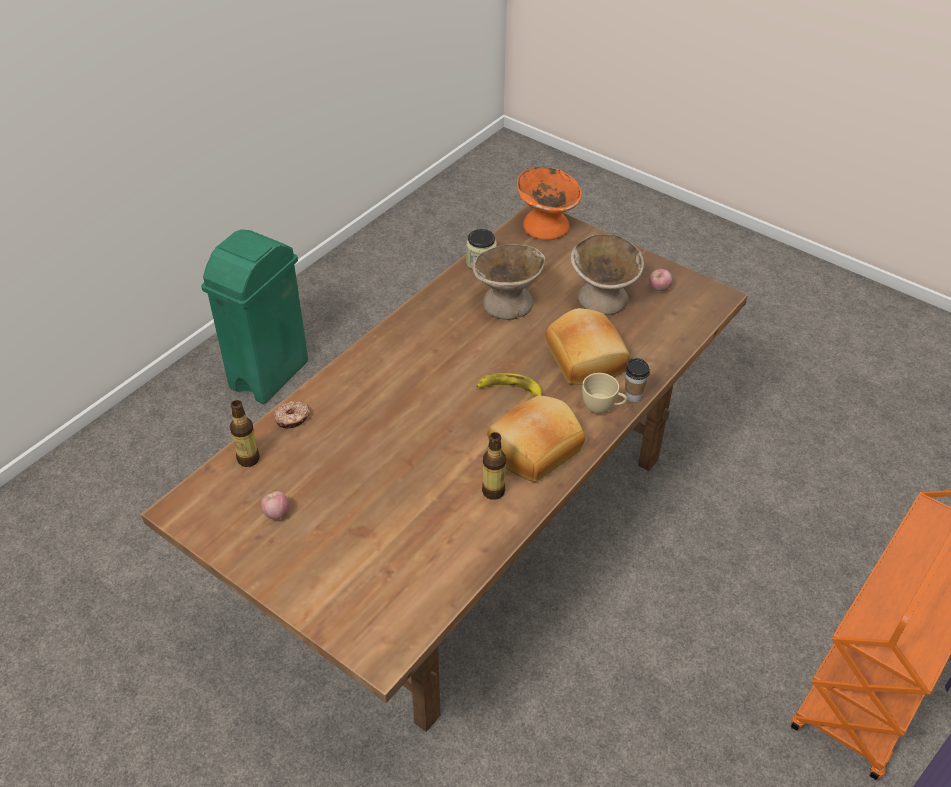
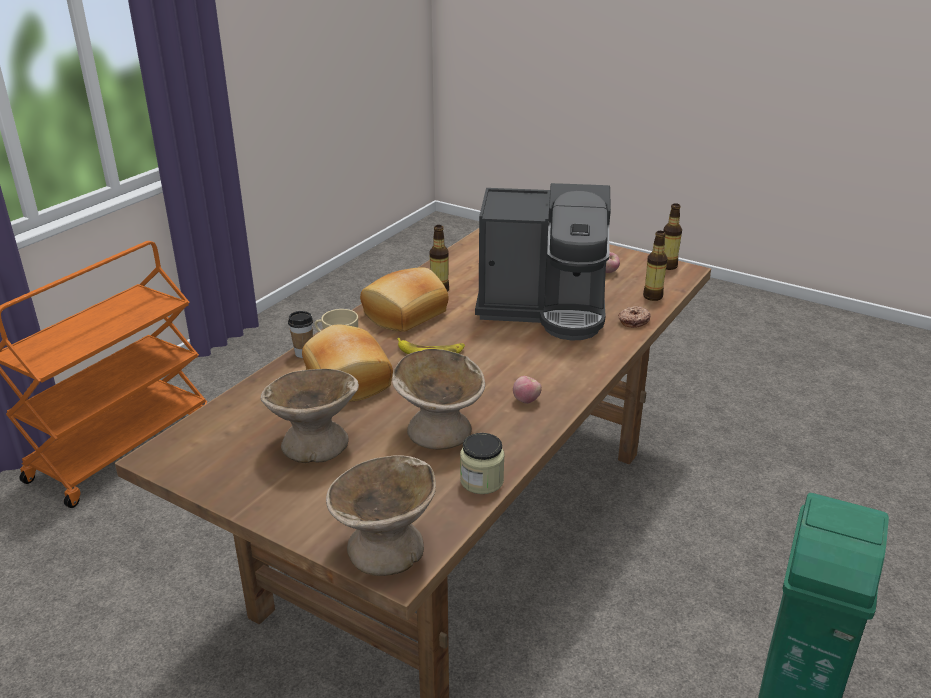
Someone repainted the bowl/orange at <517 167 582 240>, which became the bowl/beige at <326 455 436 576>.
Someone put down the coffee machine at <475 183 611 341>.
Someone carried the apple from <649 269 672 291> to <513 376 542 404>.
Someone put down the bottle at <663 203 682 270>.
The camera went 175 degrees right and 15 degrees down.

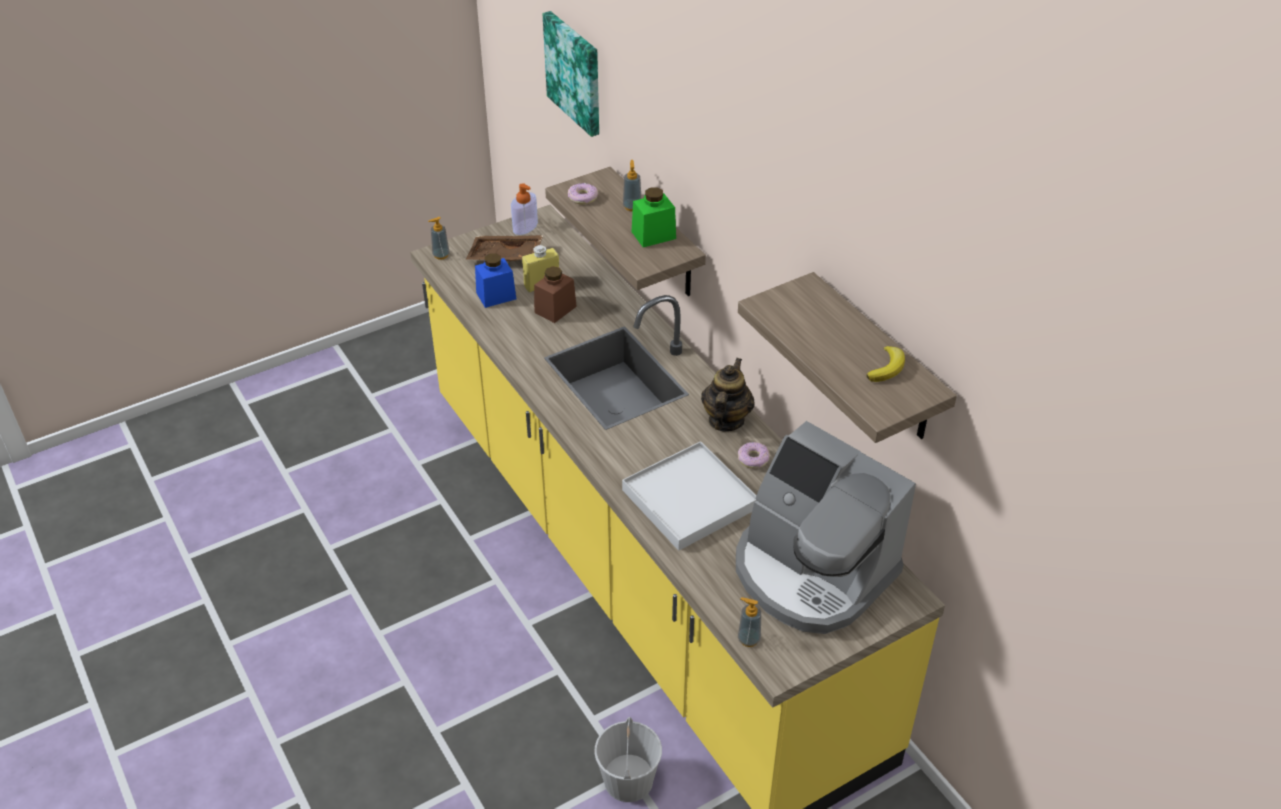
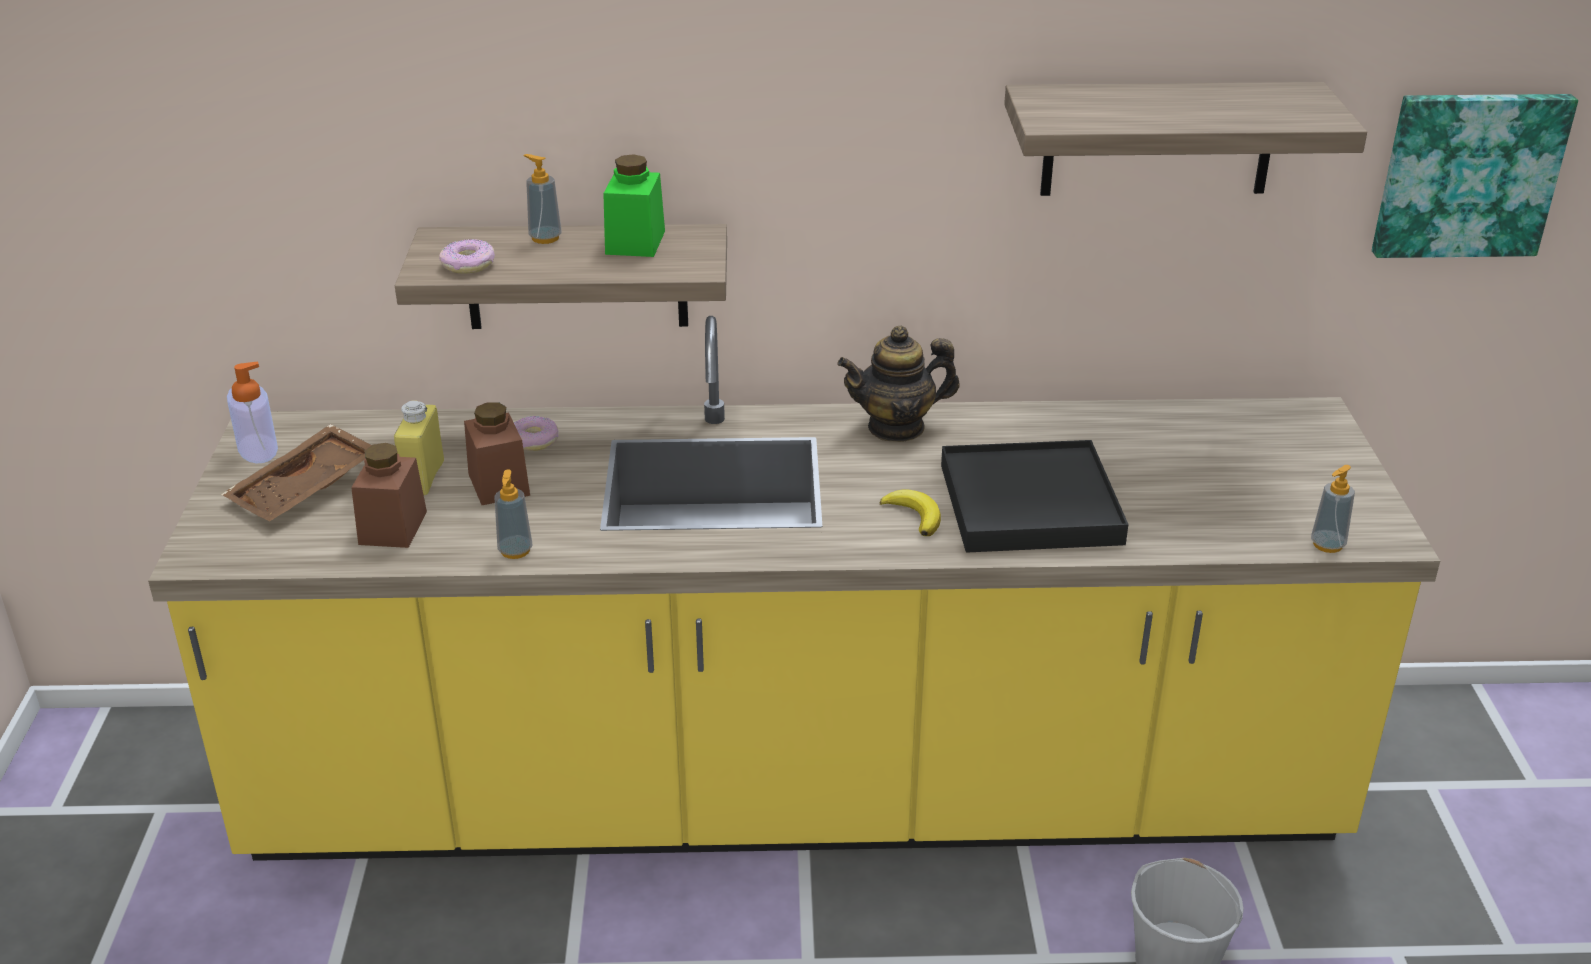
Someone repainted the jar/blue at <475 253 516 308>, which became the jar/brown at <351 443 427 548>.
Someone carried the soap dispenser from <428 217 450 260> to <494 469 533 559>.
Someone carried the donut from <738 442 770 469> to <514 416 559 451>.
Someone rotated the teapot at <701 358 755 431> by 60 degrees counterclockwise.
Someone carried the banana from <866 346 905 382> to <880 490 941 536>.
Someone repainted the tray/white at <622 441 756 551>, which became the tray/black at <941 440 1128 553>.
Someone carried the picture from <542 11 599 137> to <1372 94 1578 258>.
Someone took away the coffee machine at <736 421 916 634>.
The camera went 60 degrees left and 10 degrees down.

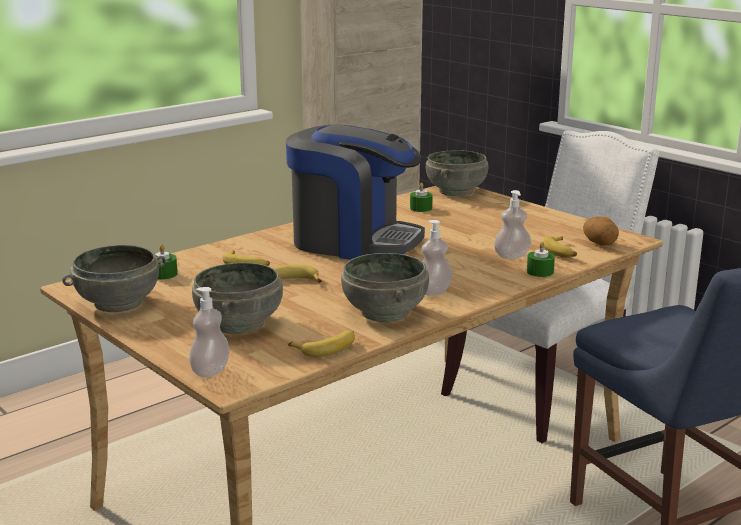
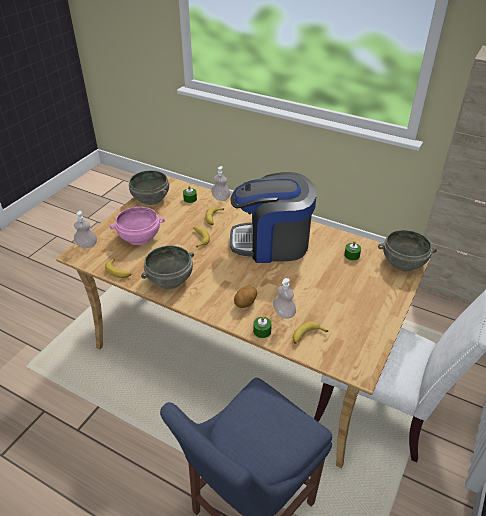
Someone repainted the bowl/grey at <192 263 283 334>, which became the bowl/pink at <110 207 165 245>.
Someone carried the soap dispenser from <421 220 453 296> to <211 166 230 201>.
Someone rotated the coffee machine at <286 124 425 260> by 90 degrees clockwise.
Someone carried the potato from <583 217 619 246> to <234 285 257 308>.
The camera went 70 degrees right and 20 degrees up.

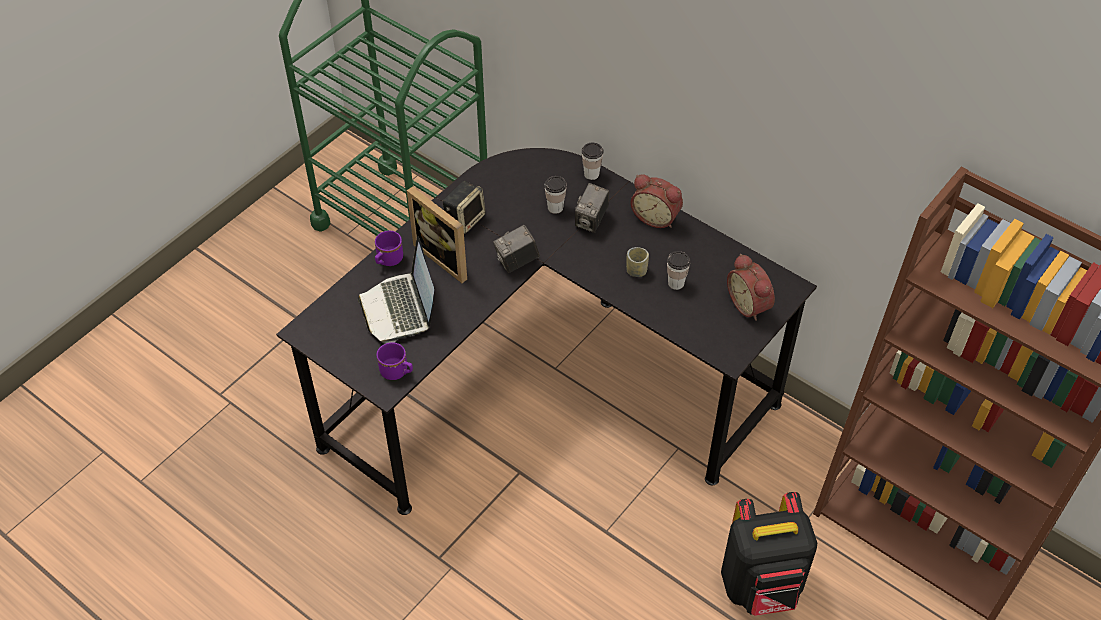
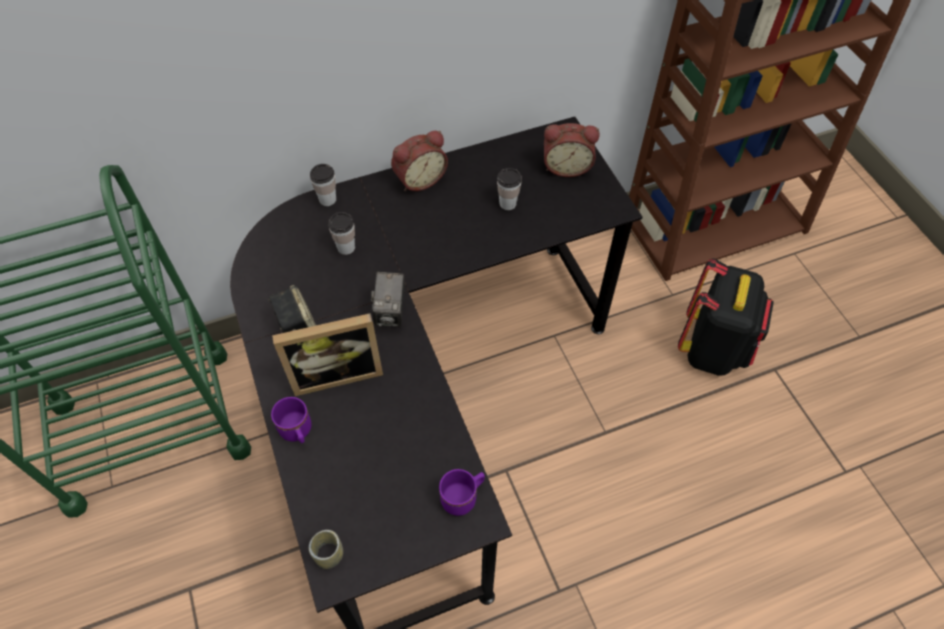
Someone carried the cup from <626 247 649 277> to <309 530 343 569>.
Someone took away the laptop at <358 236 434 344>.
Someone took away the photo camera at <575 183 609 233>.
The camera went 60 degrees left and 5 degrees up.

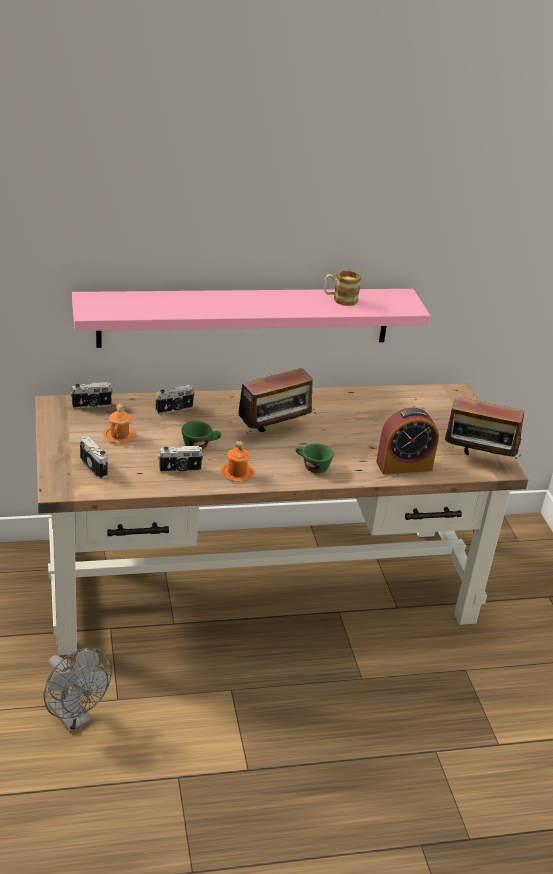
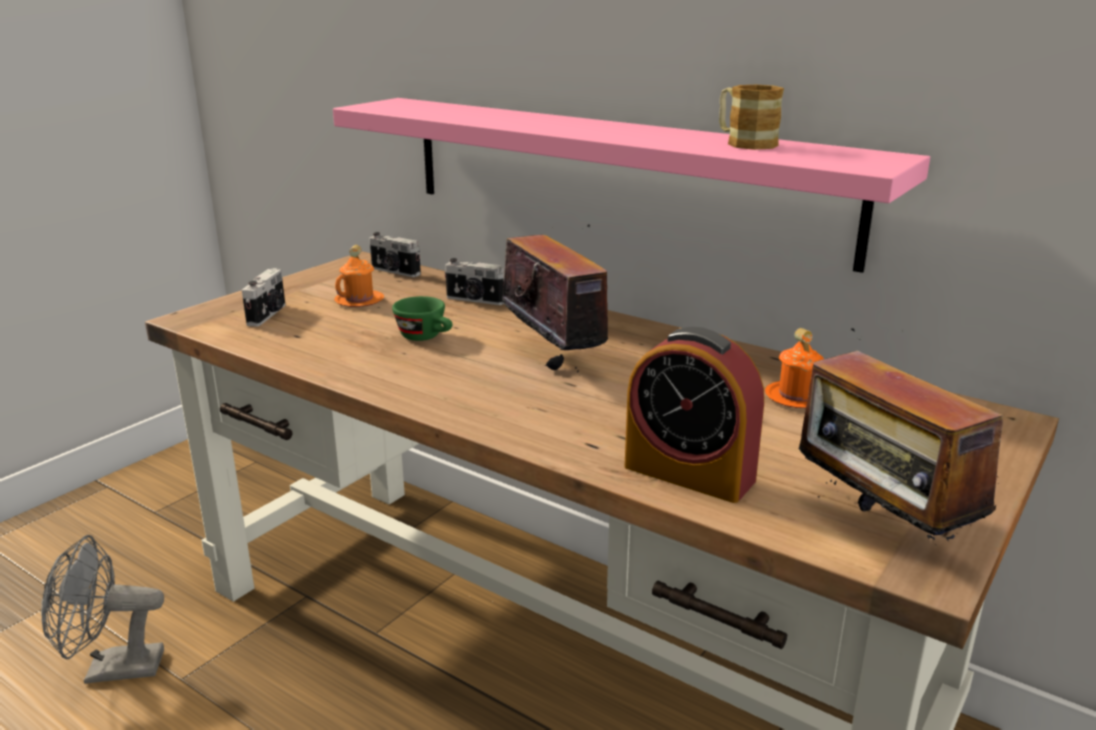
Someone rotated the fan/grey at <44 648 112 733> by 75 degrees clockwise.
Someone rotated the radio at <238 368 317 433> by 135 degrees counterclockwise.
Someone carried the mug/orange from <221 441 254 481> to <765 328 824 408>.
Someone took away the photo camera at <158 446 204 473>.
Someone took away the cup/green at <296 443 334 473>.
The camera went 50 degrees right and 10 degrees down.

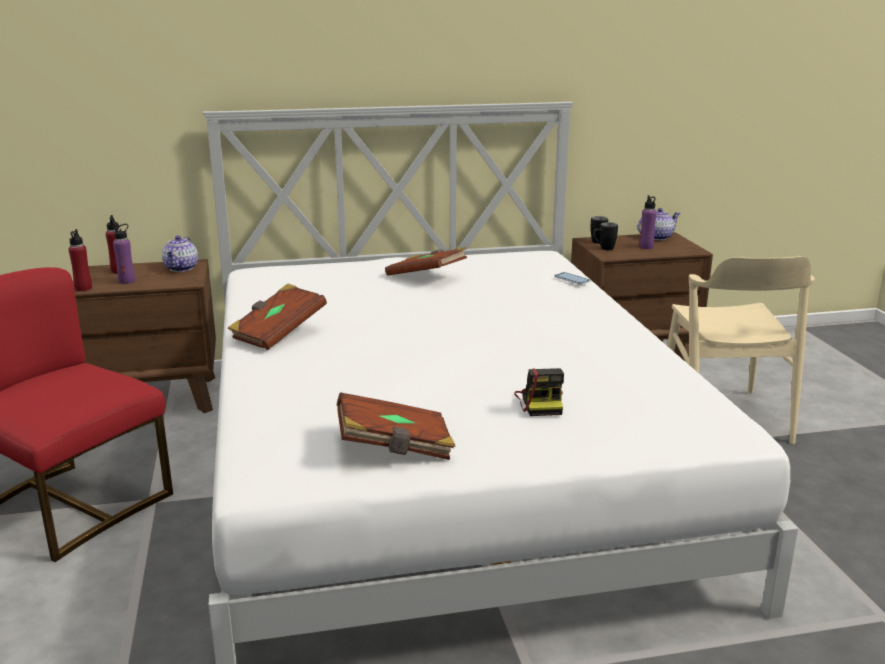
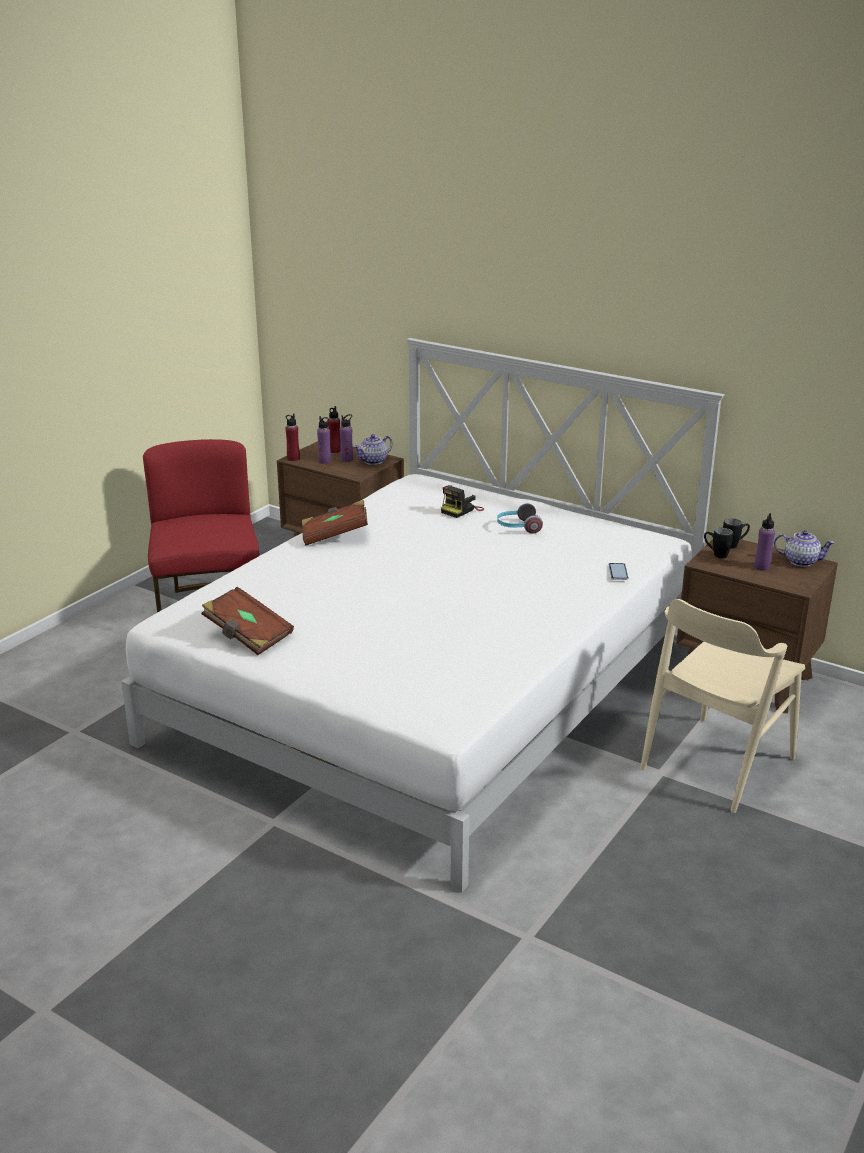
Someone put down the bottle/purple at <340 414 353 462>.
Someone carried the photo camera from <514 368 564 416> to <441 485 484 518>.
Someone swapped the book/brown at <385 247 467 276> for the headphones at <497 503 543 534>.
The camera went 45 degrees right and 5 degrees up.

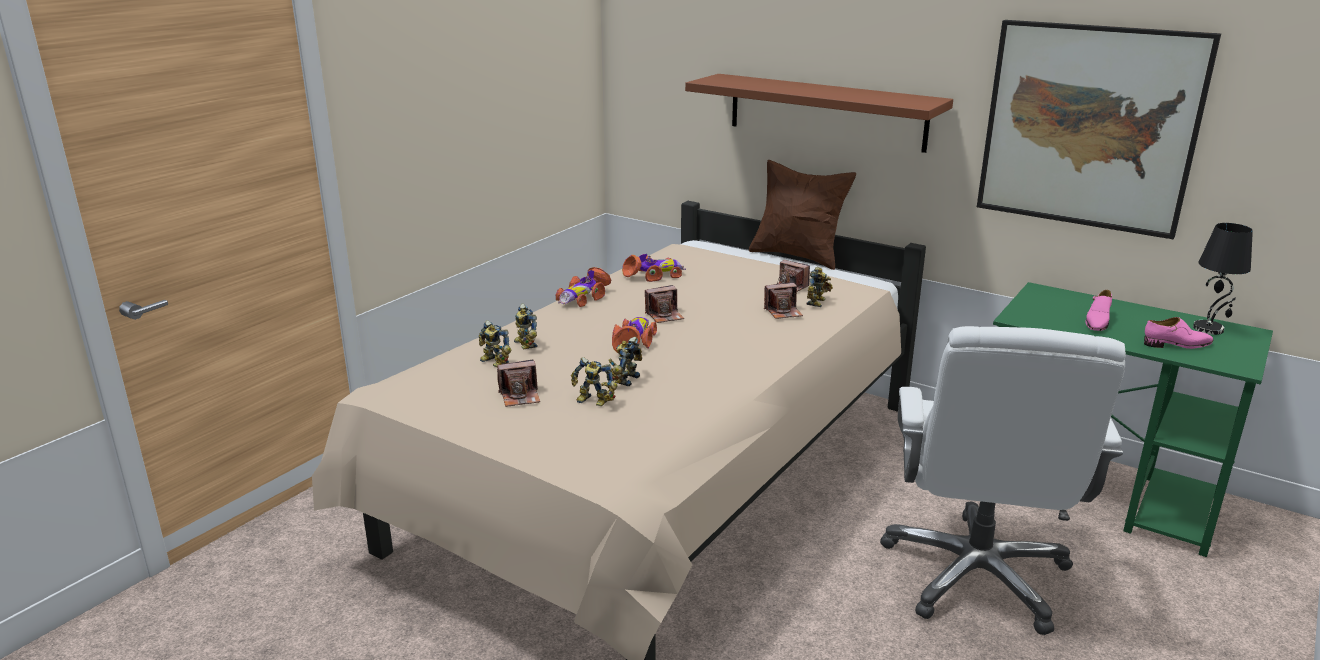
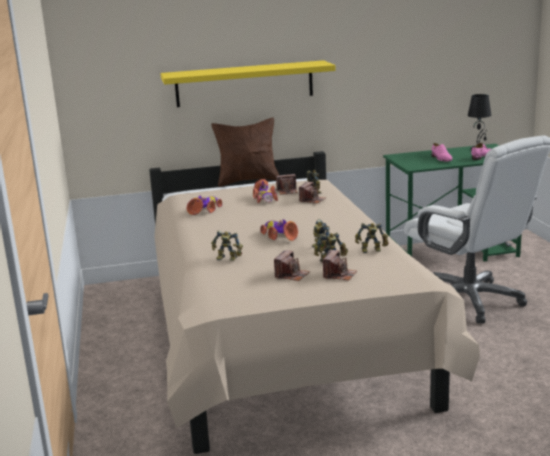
Someone repainted the shelf/brown at <685 74 953 153>, which became the shelf/yellow at <160 60 336 107>.
Someone carried the toy car from <556 267 611 307> to <253 179 278 203>.
Someone carried the photo camera from <645 285 684 323> to <323 250 357 281>.
Someone carried the toy robot from <479 320 511 367> to <355 223 389 253>.
Someone took away the picture at <977 20 1221 239>.
The camera went 45 degrees left and 5 degrees down.

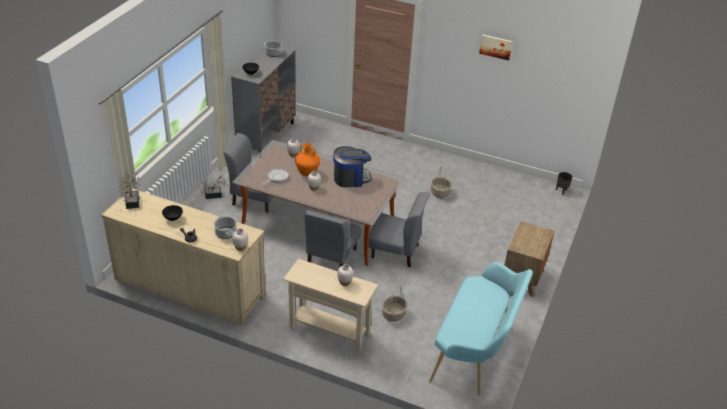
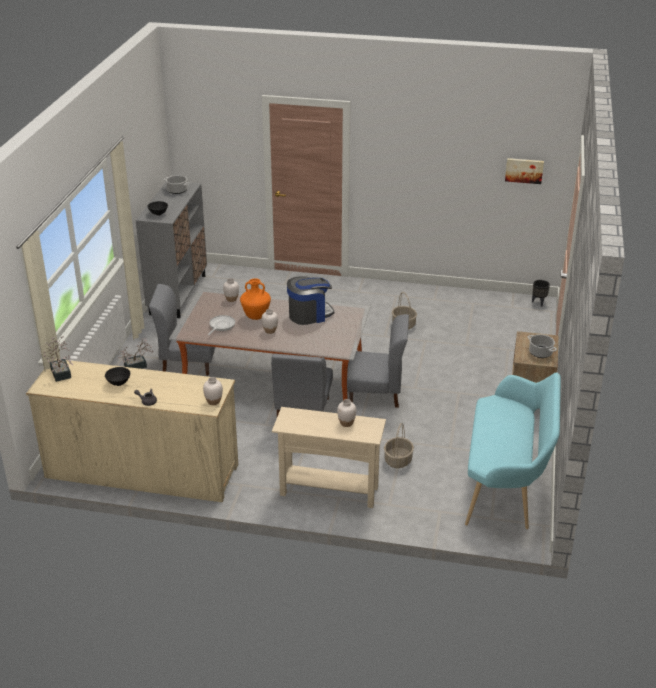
Someone carried the picture from <479 34 512 60> to <505 158 544 184>.
Someone carried the cooking pot from <214 216 237 239> to <528 334 557 358>.
The camera went 10 degrees left and 5 degrees down.

